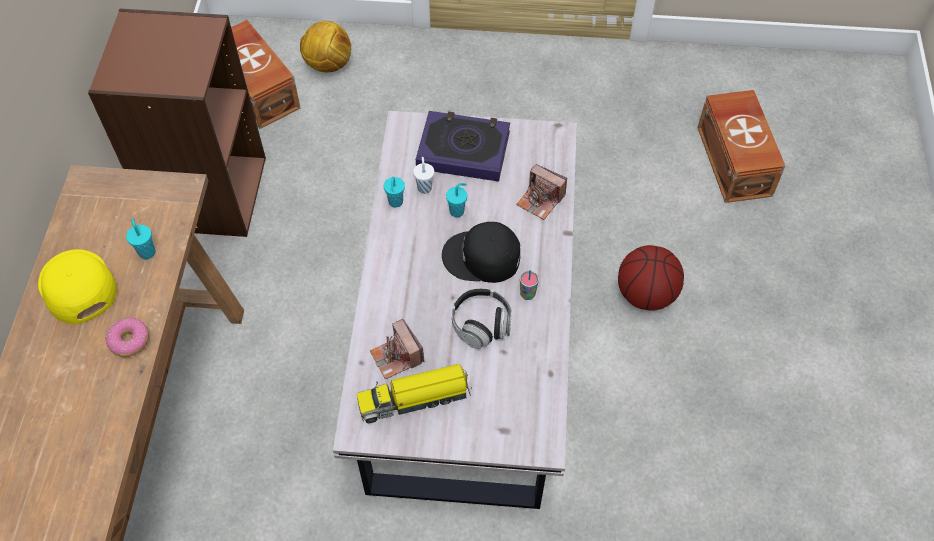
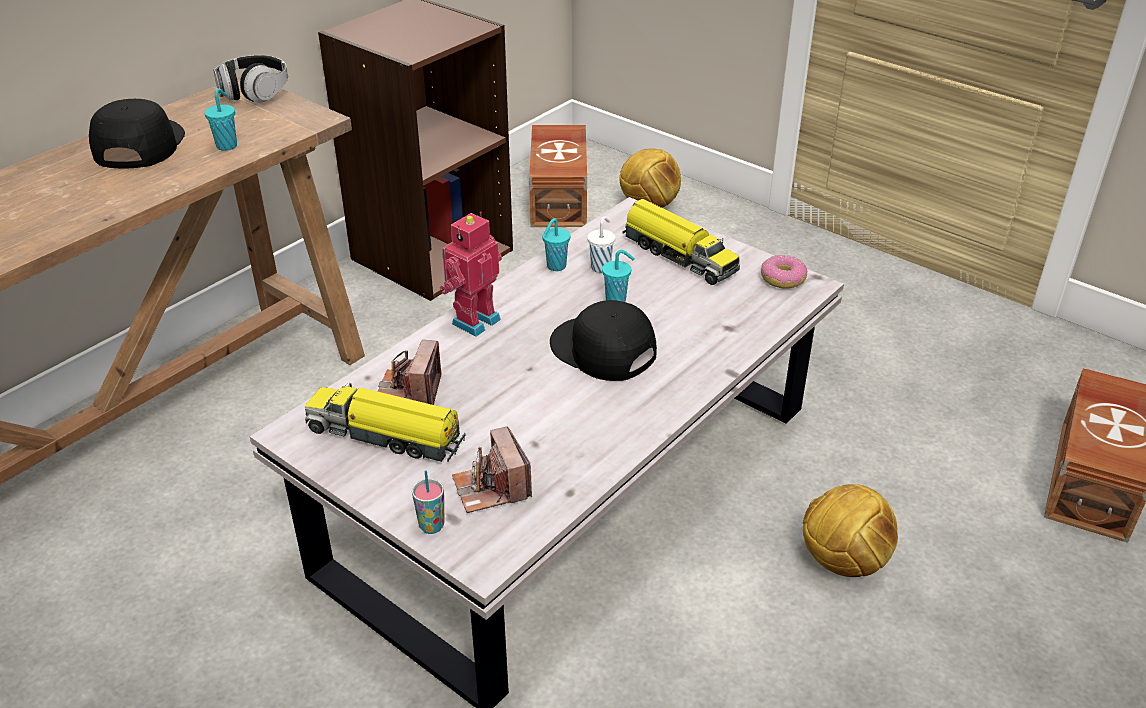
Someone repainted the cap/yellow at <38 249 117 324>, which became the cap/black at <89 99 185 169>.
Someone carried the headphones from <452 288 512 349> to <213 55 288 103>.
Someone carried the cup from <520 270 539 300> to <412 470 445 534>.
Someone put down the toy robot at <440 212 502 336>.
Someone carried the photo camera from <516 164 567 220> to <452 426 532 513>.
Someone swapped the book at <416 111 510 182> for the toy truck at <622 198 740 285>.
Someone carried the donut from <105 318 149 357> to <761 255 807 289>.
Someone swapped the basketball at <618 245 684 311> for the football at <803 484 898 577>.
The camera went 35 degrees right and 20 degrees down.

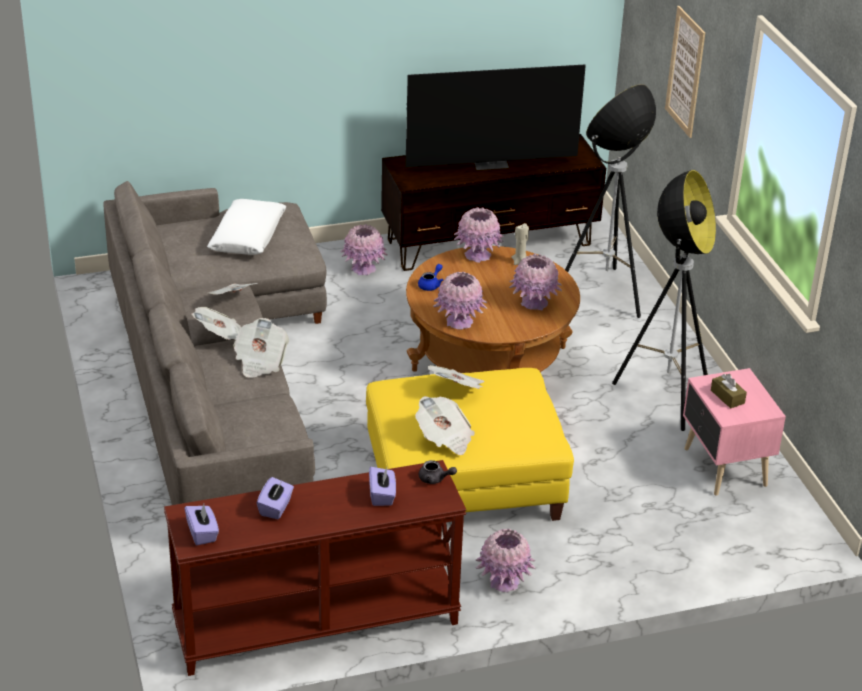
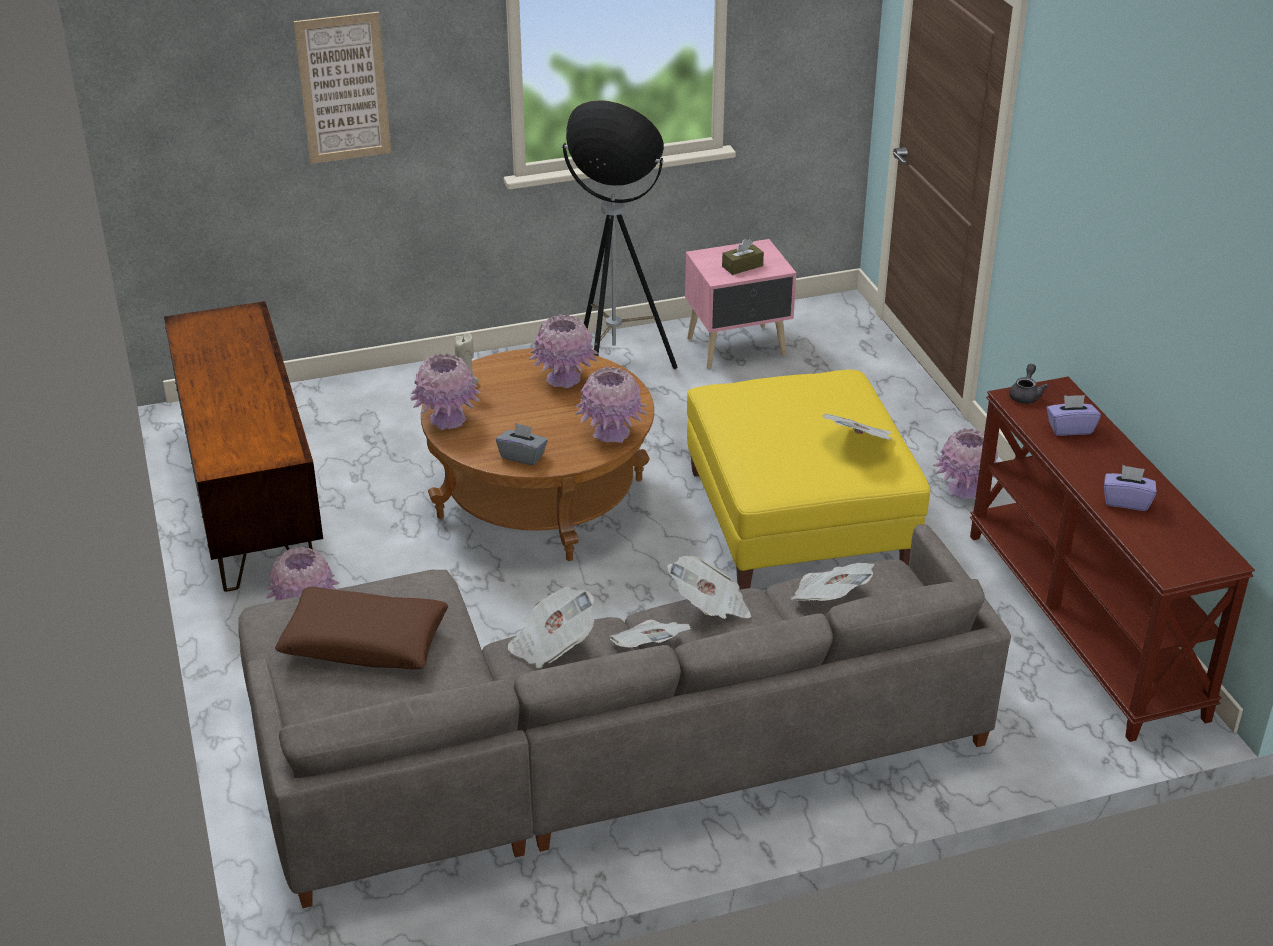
Someone repainted the pillow/white at <207 199 286 255>, which became the pillow/brown at <275 587 448 670>.
Someone swapped the teapot/blue at <418 264 443 291> for the tissue box/grey at <496 422 548 465>.
Someone carried the newspaper from <428 365 485 389> to <791 563 874 601>.
Someone took away the tissue box/purple at <185 504 219 545>.
Someone took away the television at <405 65 586 170>.
Someone took away the floor lamp at <565 84 656 318>.
The camera went 90 degrees left and 0 degrees up.

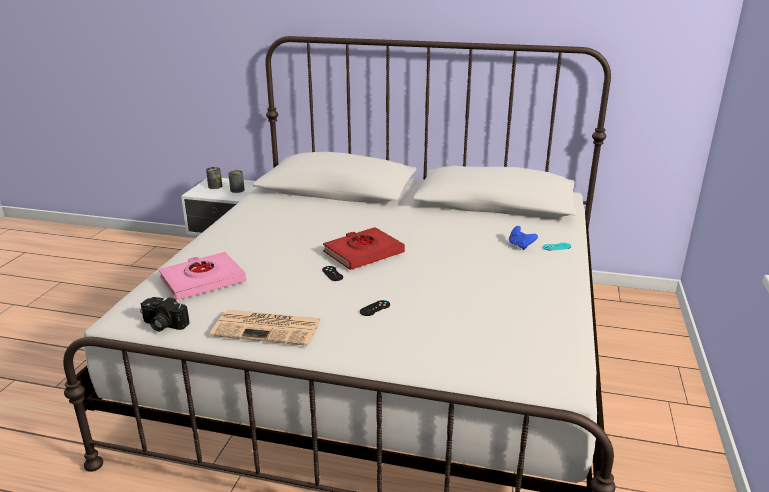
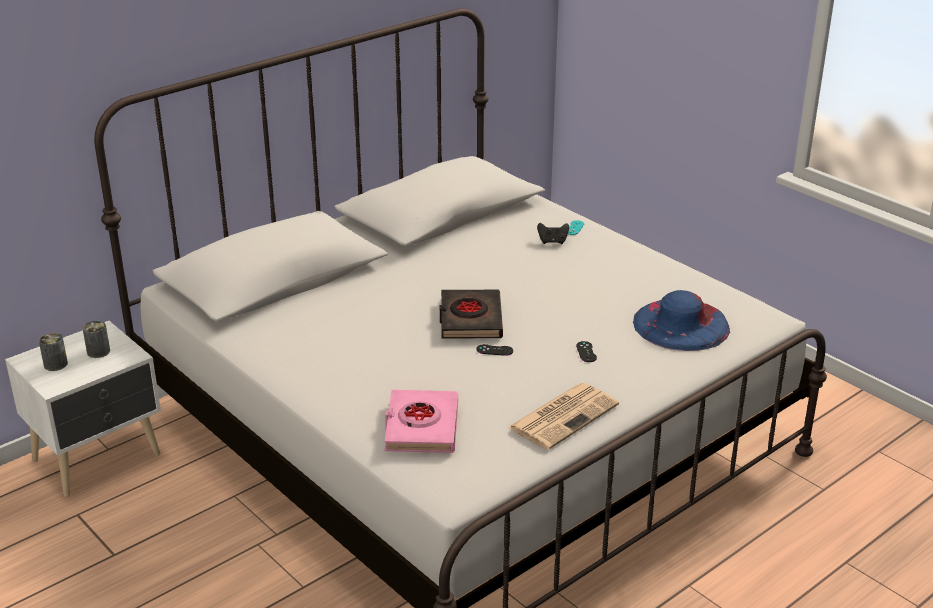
Someone repainted the book/red at <323 227 405 270>, which became the book/black at <440 290 503 339>.
Someone repainted the game controller/blue at <509 226 538 250>, which became the game controller/black at <537 223 569 244>.
Someone put down the hat/blue at <633 290 730 351>.
Someone took away the photo camera at <140 297 190 332>.
The camera went 55 degrees left and 5 degrees up.

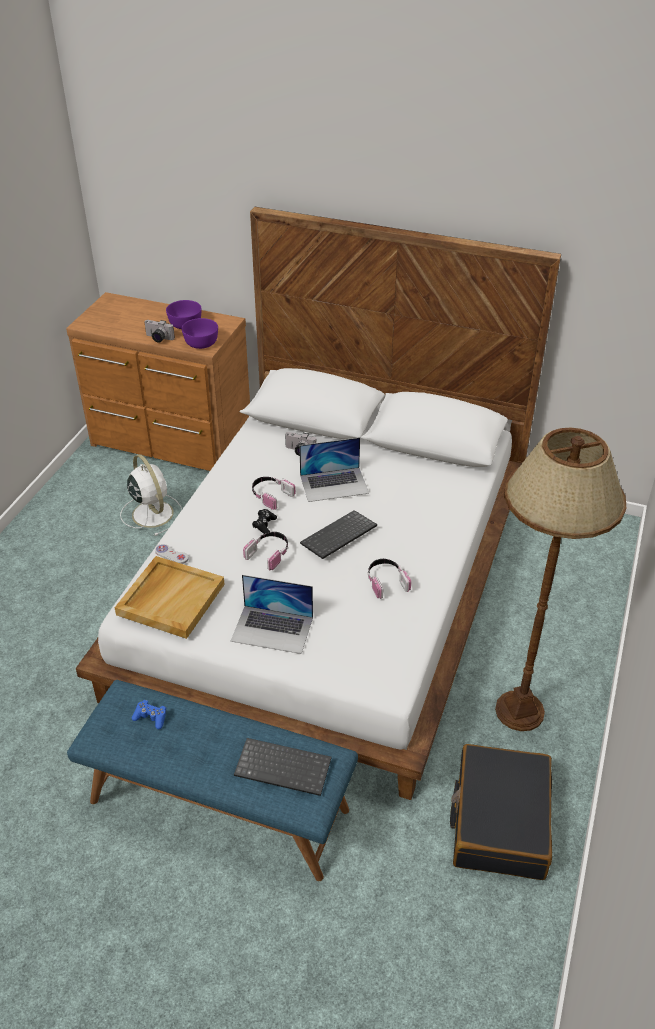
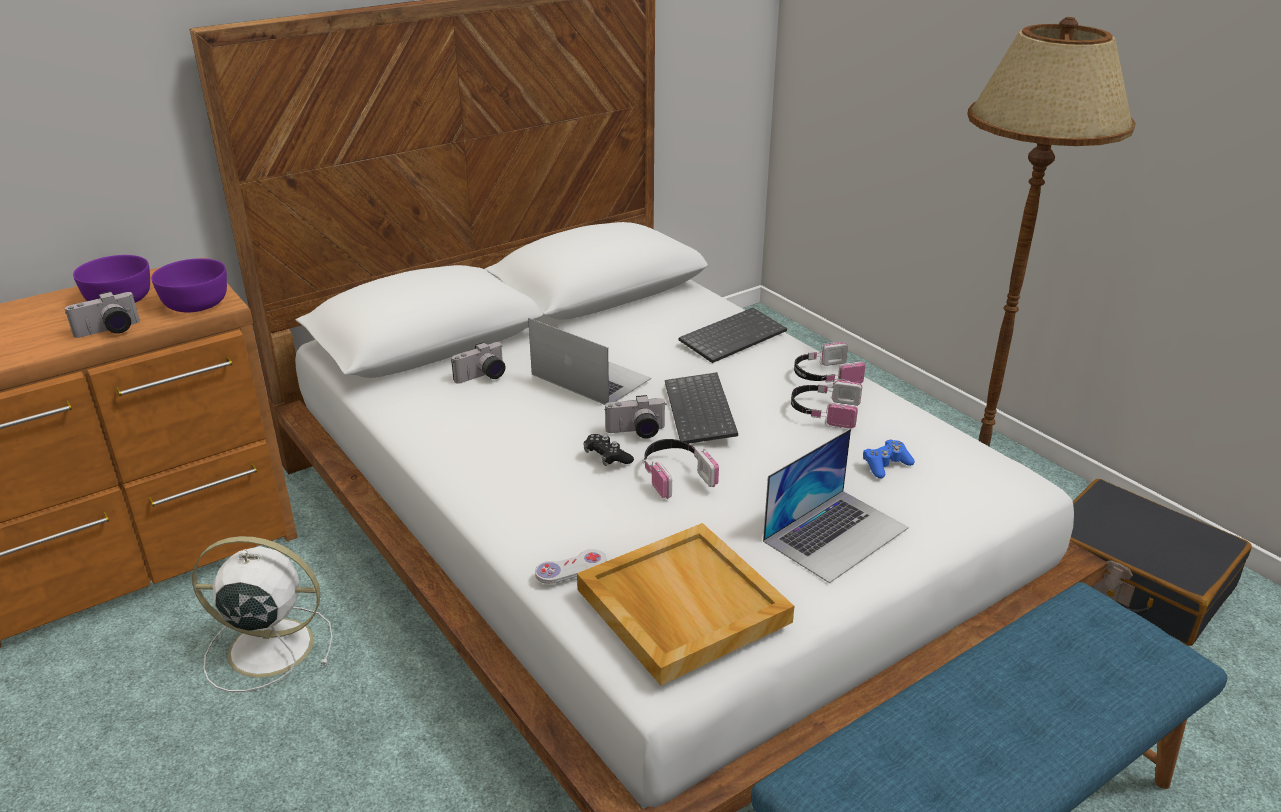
Someone rotated the laptop at <299 437 369 502> by 75 degrees counterclockwise.
Someone put down the photo camera at <604 395 667 439>.
Someone carried the keyboard from <234 738 331 796> to <679 308 787 363>.
Someone carried the headphones from <252 477 295 510> to <794 342 865 384>.
Someone carried the game controller/blue from <132 700 166 729> to <863 439 915 479>.
The camera went 55 degrees left and 10 degrees down.

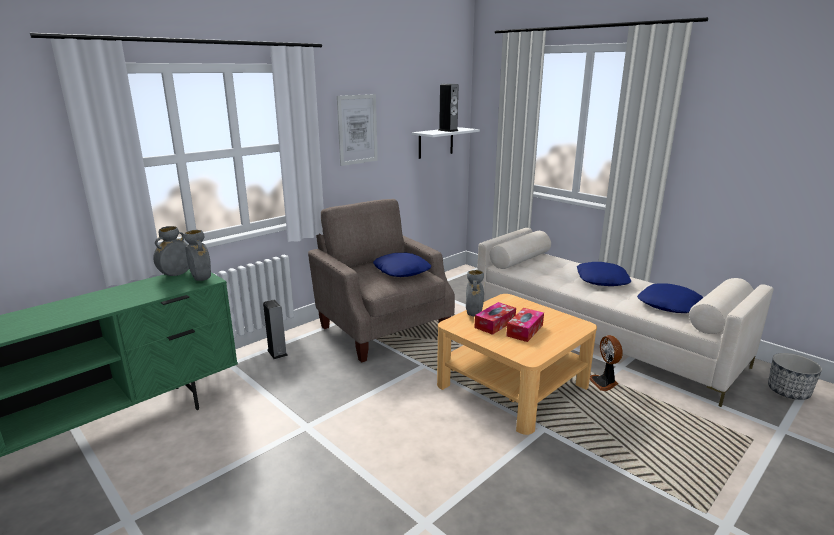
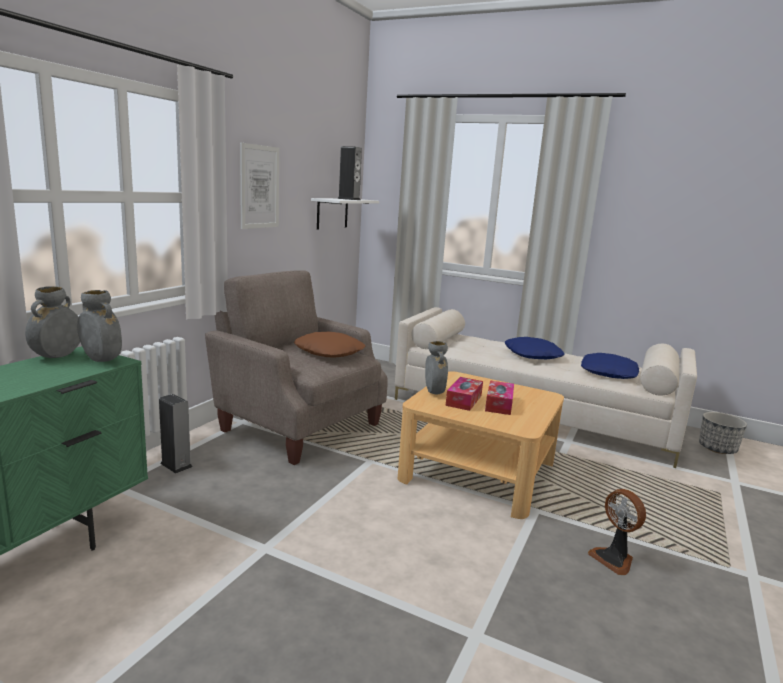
Someone repainted the pillow/blue at <373 253 431 277>, which became the pillow/brown at <294 332 365 358>.
Someone carried the fan from <590 335 623 391> to <588 489 646 575>.
The camera went 20 degrees left and 5 degrees down.

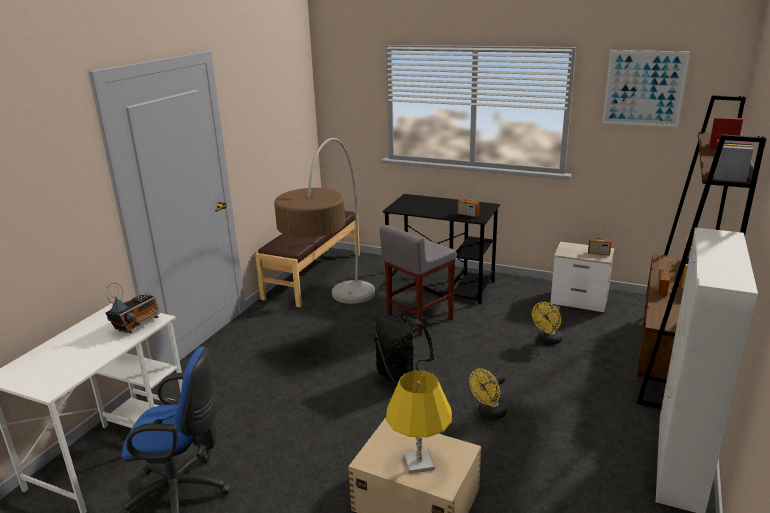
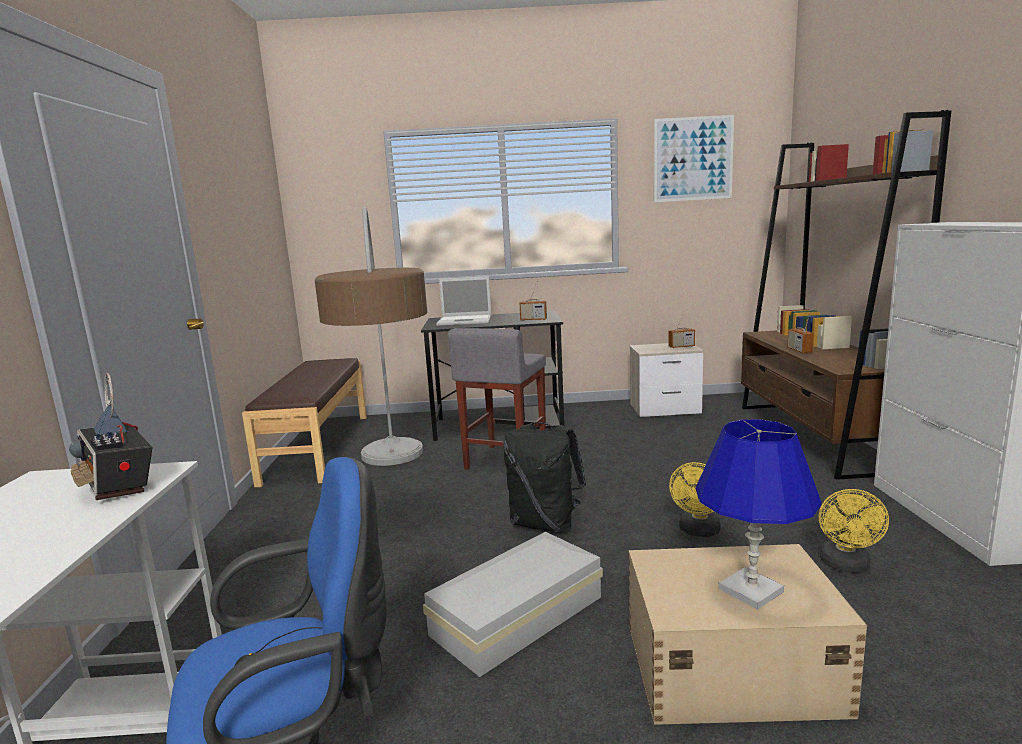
Someone rotated the radio at <105 282 159 333> by 135 degrees clockwise.
Someone put down the storage box/white at <423 532 603 677>.
Someone put down the laptop at <436 276 492 326>.
Someone repainted the table lamp/yellow at <386 371 452 474>, which became the table lamp/blue at <696 419 821 609>.
Someone carried the fan/yellow from <532 302 562 345> to <819 489 889 572>.
The camera went 25 degrees left and 10 degrees down.

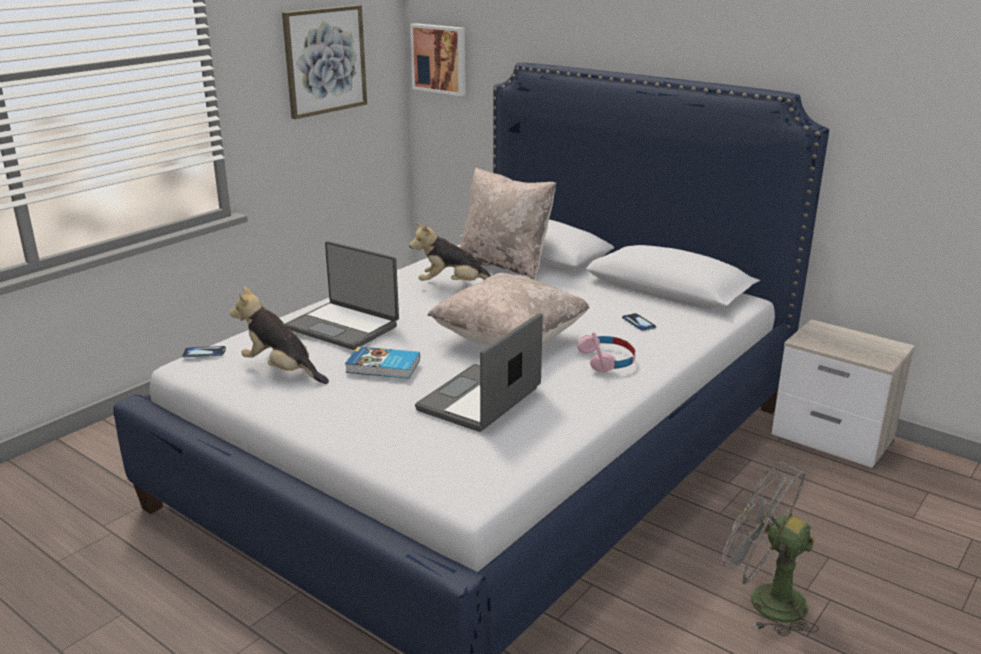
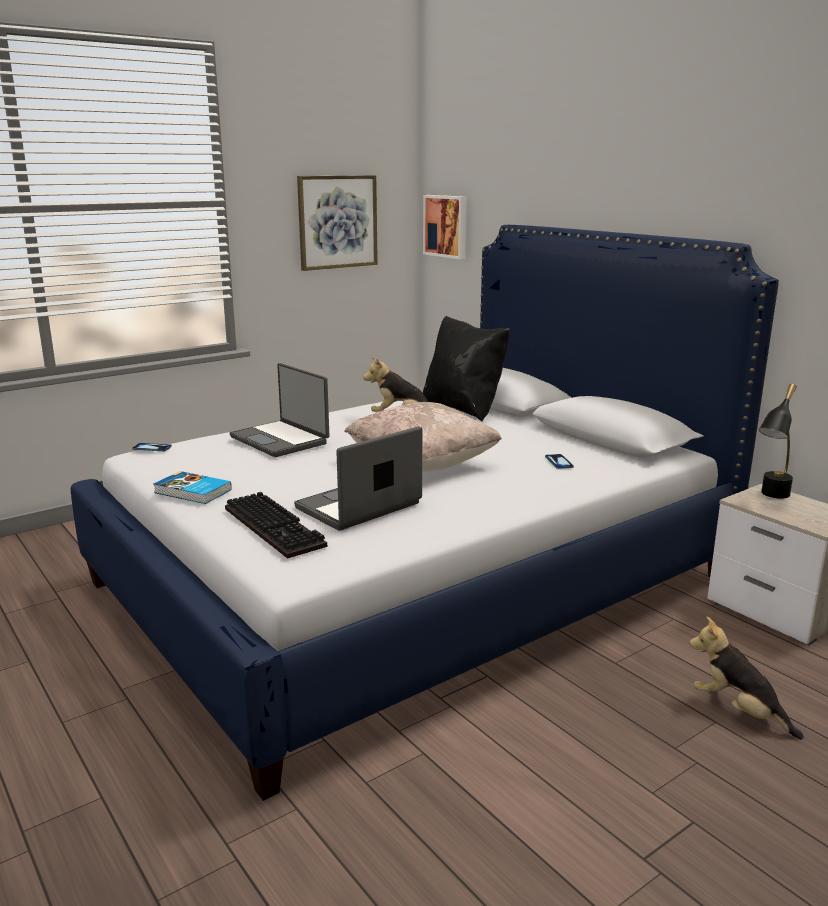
Someone carried the book from <345 346 420 379> to <153 471 232 504>.
Someone put down the keyboard at <225 492 327 559>.
Someone repainted the pillow/beige at <459 168 556 280>, which became the pillow/black at <423 316 510 421>.
Someone carried the plush toy from <230 286 329 384> to <689 616 804 739>.
Someone put down the table lamp/black at <759 384 797 499>.
Someone took away the headphones/pink at <577 332 636 372>.
Someone took away the fan/grey at <723 462 819 637>.
The camera went 15 degrees right and 5 degrees down.

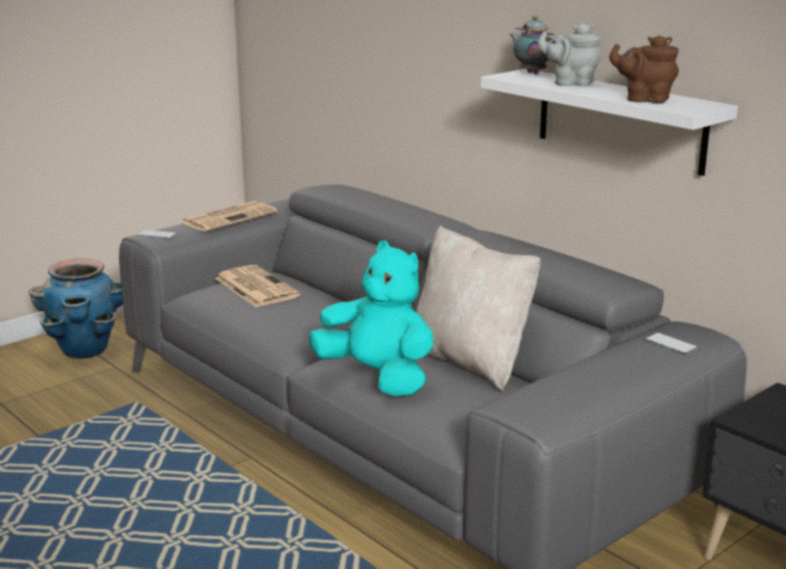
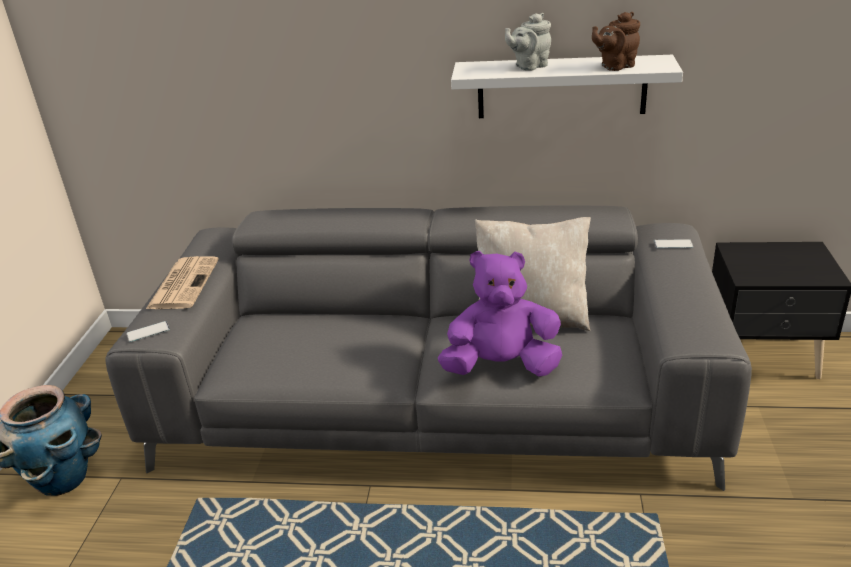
Someone repainted the plush toy/turquoise at <309 240 434 396>, which became the plush toy/purple at <438 251 562 377>.
Someone took away the newspaper at <215 265 300 307>.
Someone took away the teapot at <510 16 555 74>.
The camera went 40 degrees left and 10 degrees up.

